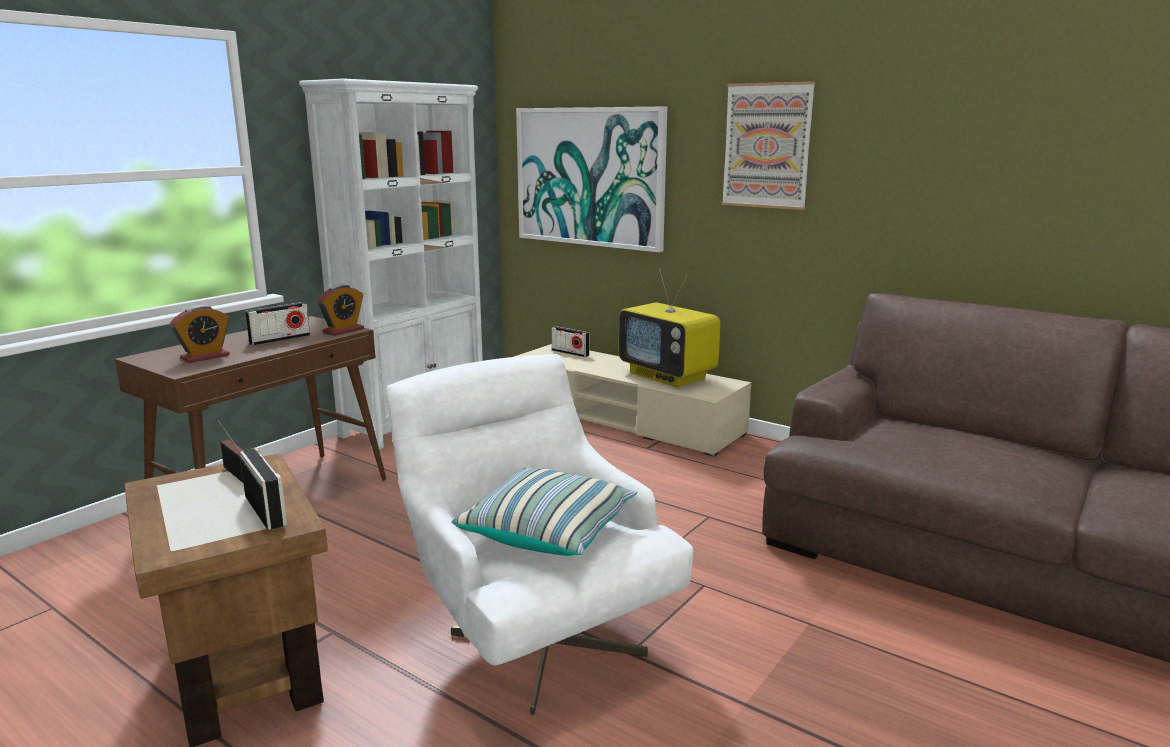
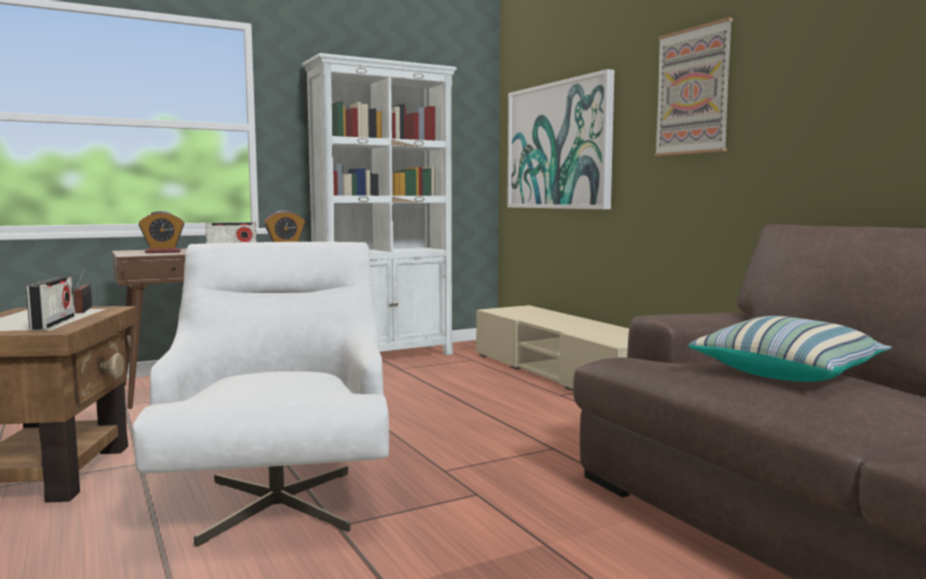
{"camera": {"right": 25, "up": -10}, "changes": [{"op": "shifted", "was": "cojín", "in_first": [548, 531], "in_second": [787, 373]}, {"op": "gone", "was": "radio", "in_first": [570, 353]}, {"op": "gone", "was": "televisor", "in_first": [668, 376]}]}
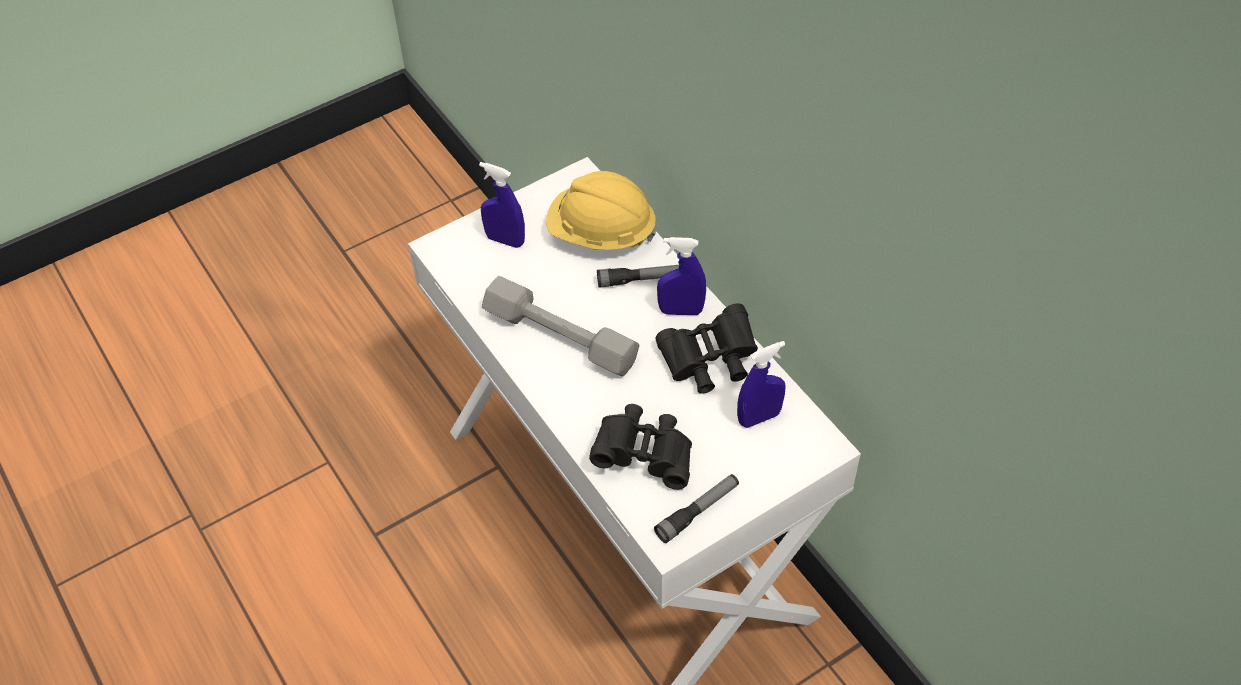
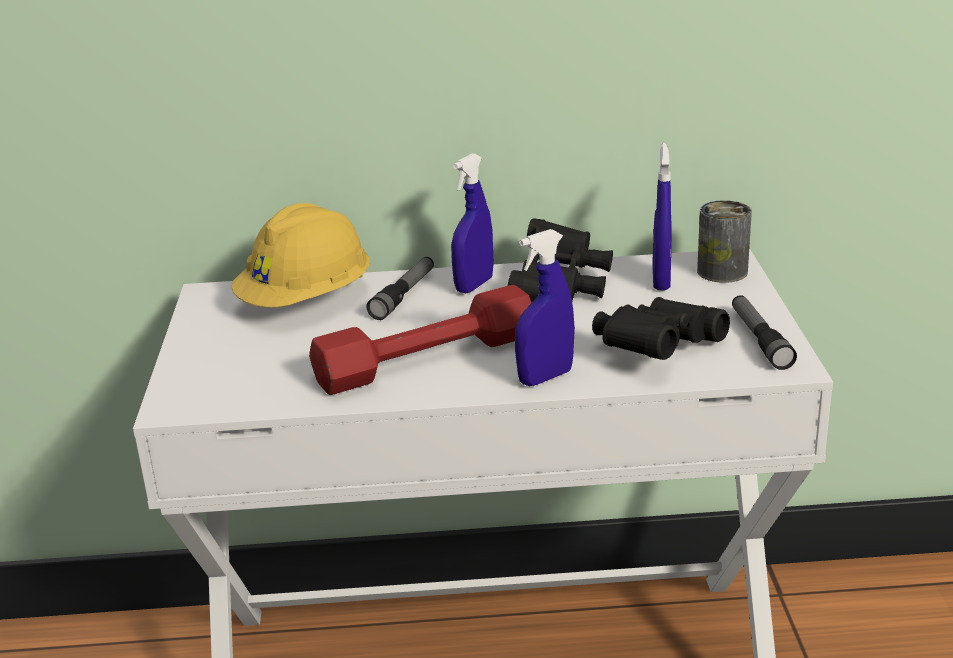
{"camera": {"right": -60, "up": -25}, "changes": [{"op": "repainted", "was": "mancuerna (gris)", "now": "mancuerna (rojo)", "in_first": [561, 336], "in_second": [426, 359]}, {"op": "shifted", "was": "pulverizador (azul)", "in_first": [505, 240], "in_second": [545, 377]}, {"op": "new", "now": "lata", "in_second": [722, 271]}]}
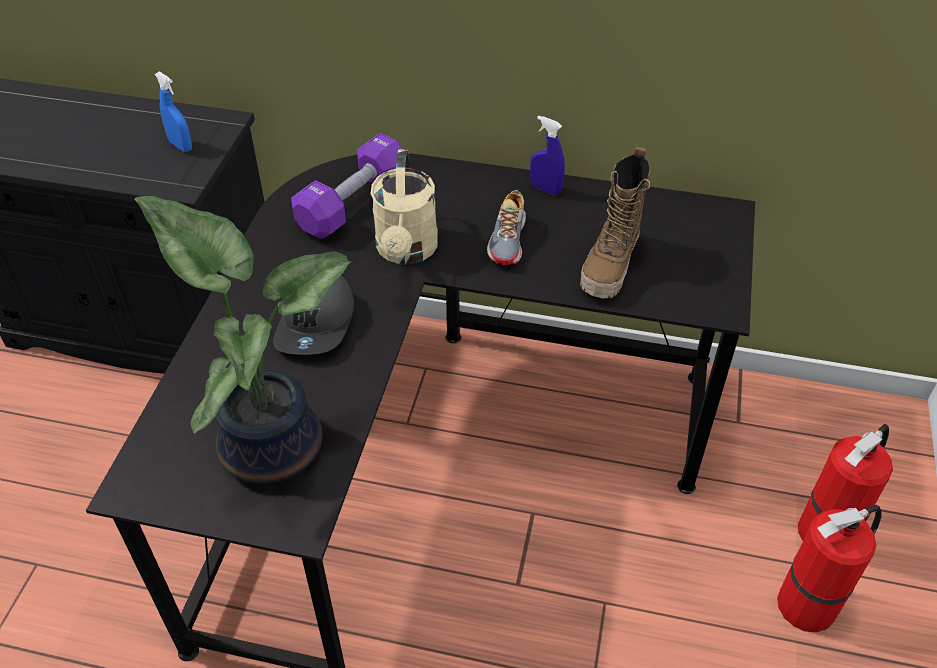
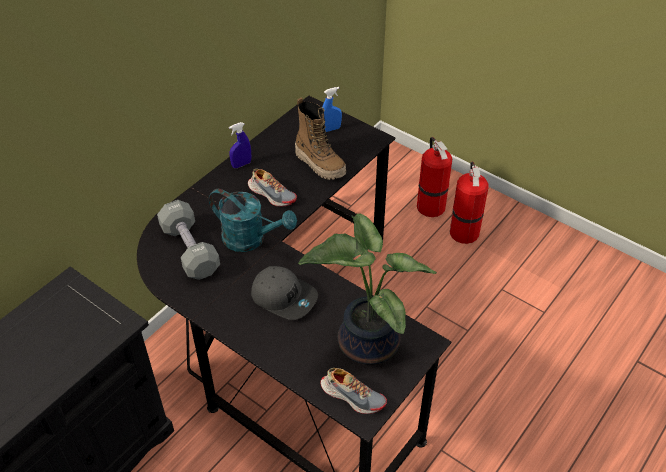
{"camera": {"right": -65, "up": 0}, "changes": [{"op": "repainted", "was": "mancuerna (morado)", "now": "mancuerna (gris)", "in_first": [353, 204], "in_second": [190, 250]}, {"op": "repainted", "was": "regadera (beis)", "now": "regadera (turquesa)", "in_first": [406, 251], "in_second": [251, 239]}, {"op": "new", "now": "zapato", "in_second": [352, 395]}, {"op": "shifted", "was": "pulverizador (azul)", "in_first": [181, 146], "in_second": [331, 129]}]}
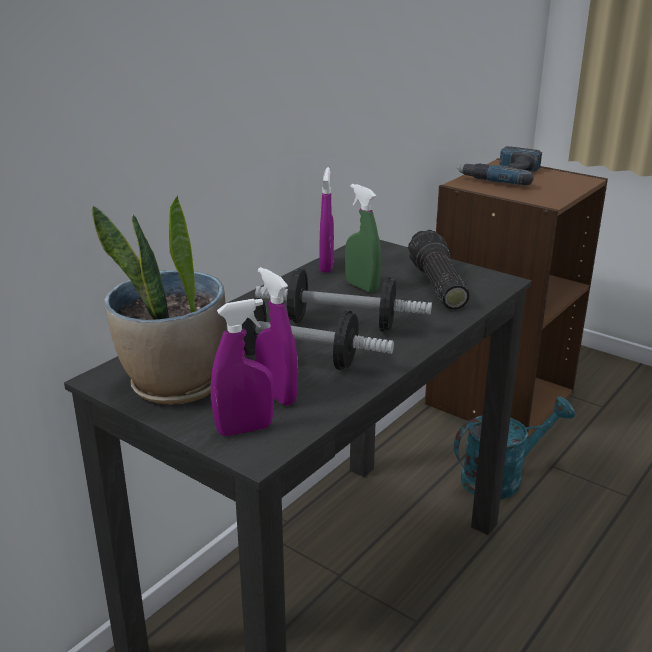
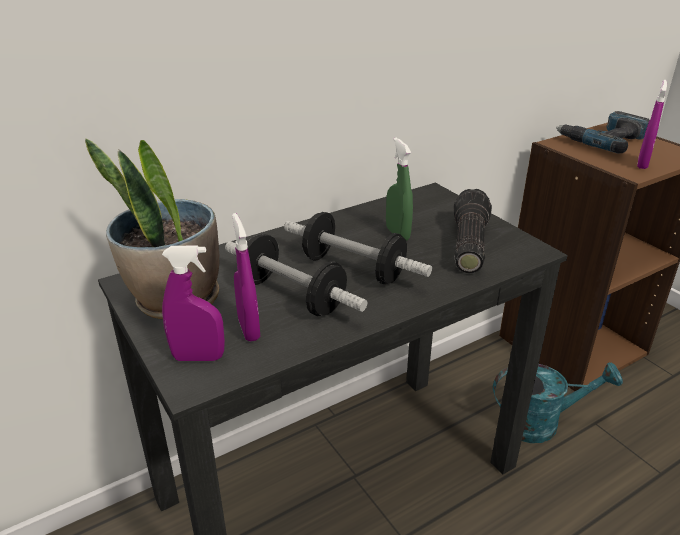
{"camera": {"right": 20, "up": 5}, "changes": [{"op": "shifted", "was": "pulverizador (morado)", "in_first": [326, 266], "in_second": [642, 164]}]}
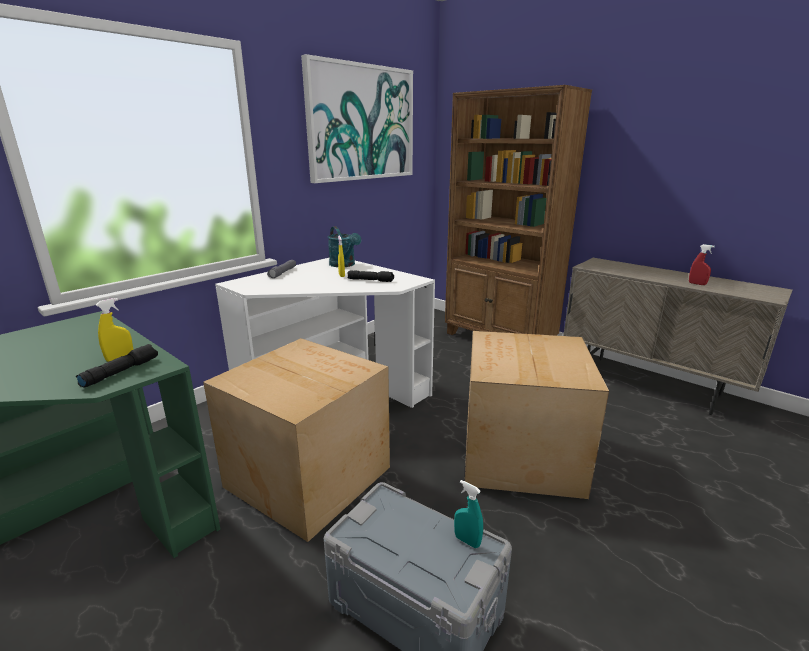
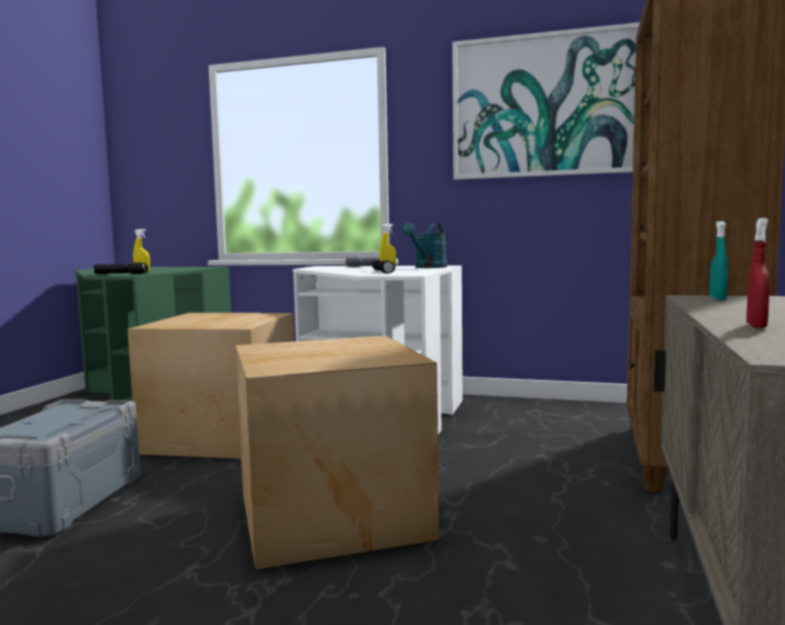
{"camera": {"right": 65, "up": -15}, "changes": [{"op": "shifted", "was": "pulverizador (turquesa)", "in_first": [467, 541], "in_second": [717, 298]}]}
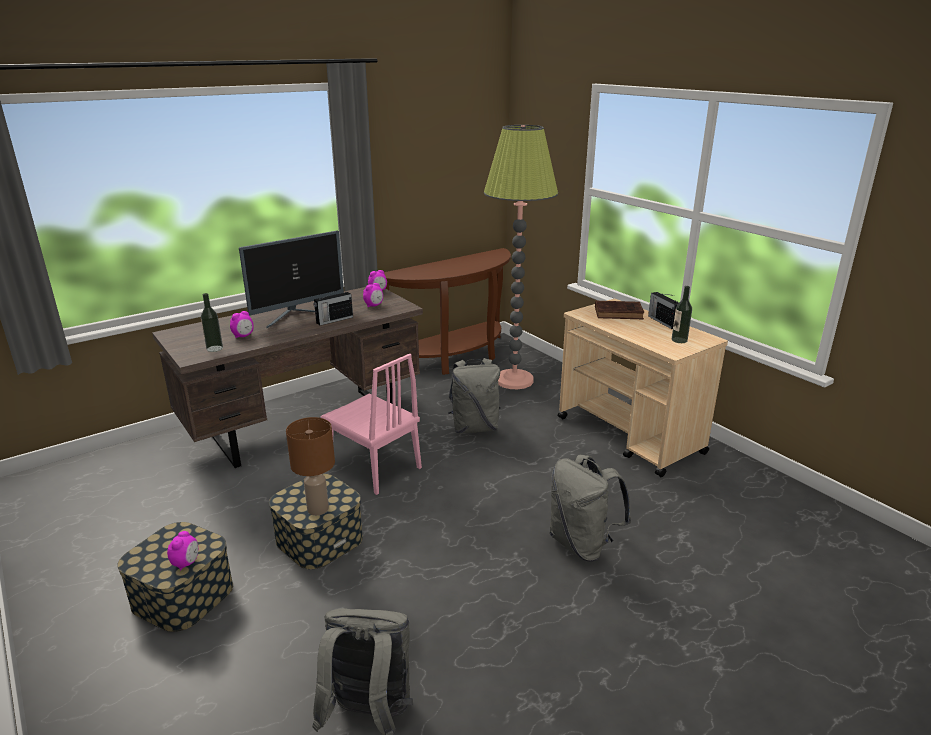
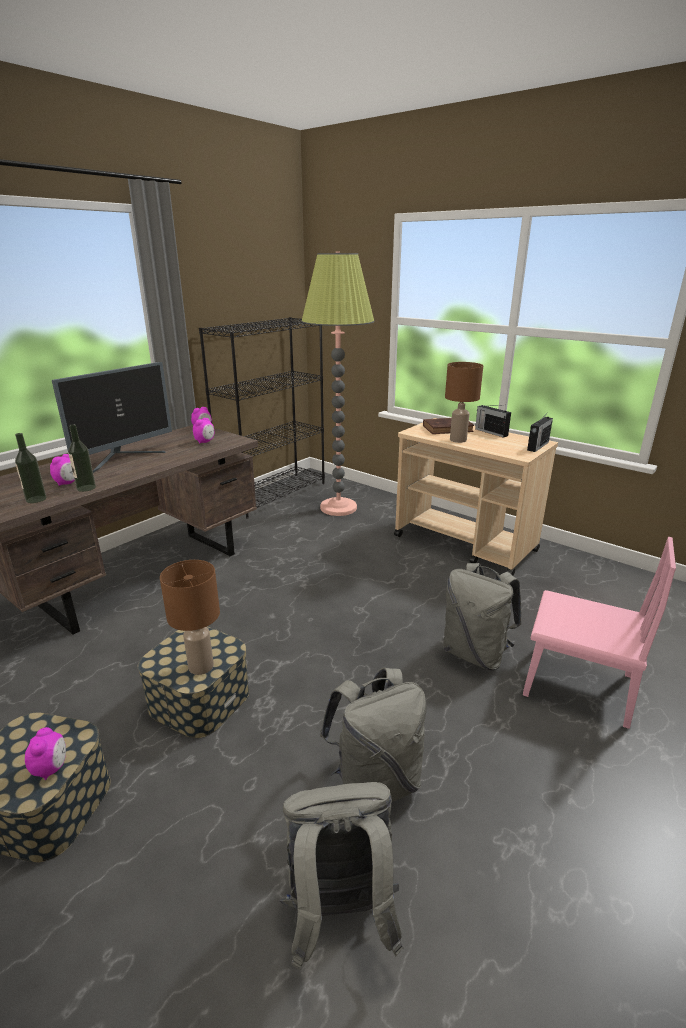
{"camera": {"right": -15, "up": 0}, "changes": [{"op": "shifted", "was": "botella", "in_first": [679, 340], "in_second": [86, 488]}, {"op": "swapped", "was": "mesa consola (marrón)", "now": "estantería (negro)", "in_first": [455, 358], "in_second": [274, 494]}, {"op": "shifted", "was": "mochila (gris)", "in_first": [474, 427], "in_second": [375, 782]}, {"op": "new", "now": "lámpara de mesa (marrón)", "in_second": [458, 440]}, {"op": "shifted", "was": "silla (rosa)", "in_first": [374, 467], "in_second": [577, 685]}, {"op": "shifted", "was": "radio", "in_first": [334, 320], "in_second": [537, 446]}]}
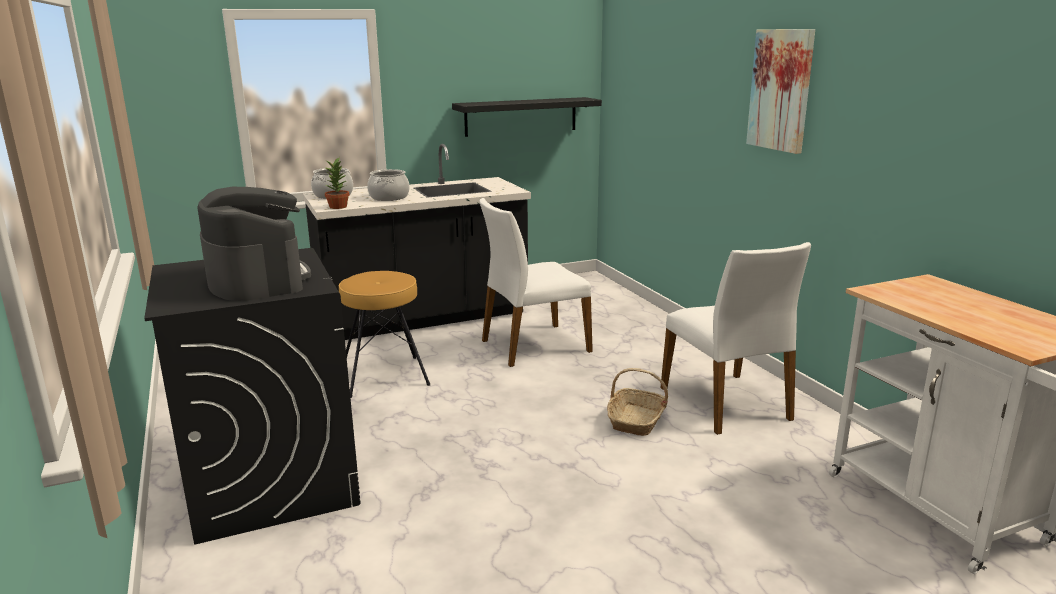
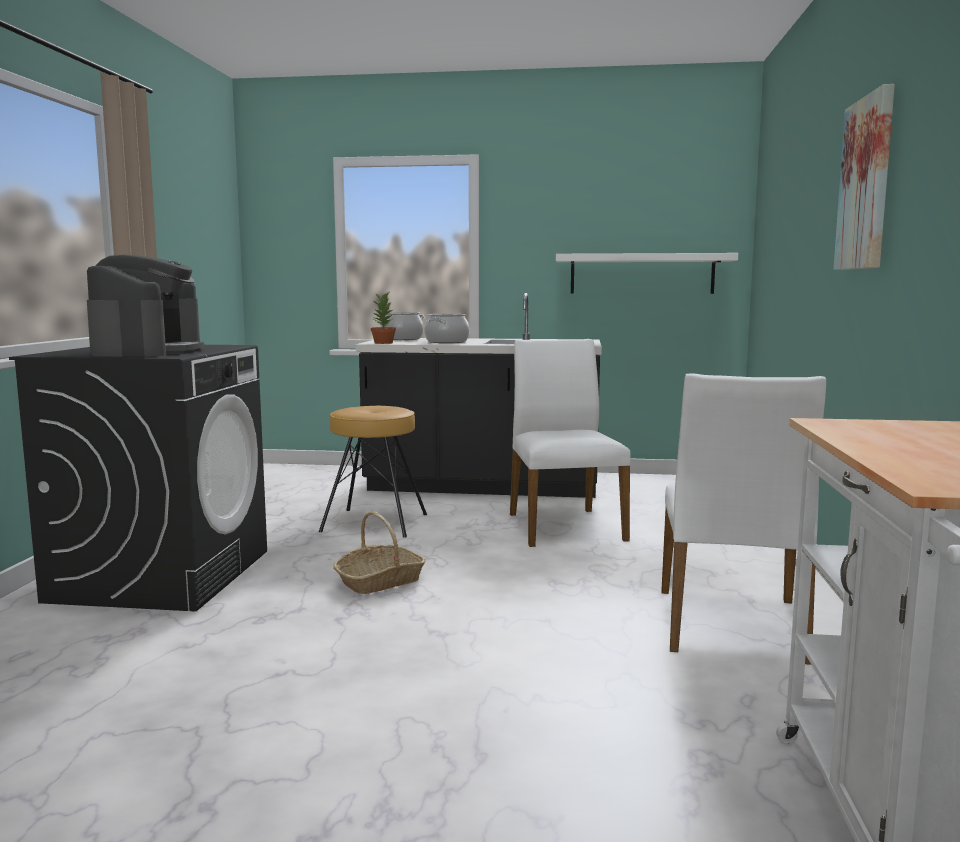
{"camera": {"right": 30, "up": -10}, "changes": [{"op": "shifted", "was": "cesta", "in_first": [636, 420], "in_second": [380, 581]}, {"op": "rotated", "was": "silla (blanco)", "in_first": [534, 345], "in_second": [563, 526], "clockwise": 75}, {"op": "repainted", "was": "estante (negro)", "now": "estante (blanco)", "in_first": [521, 116], "in_second": [642, 274]}]}
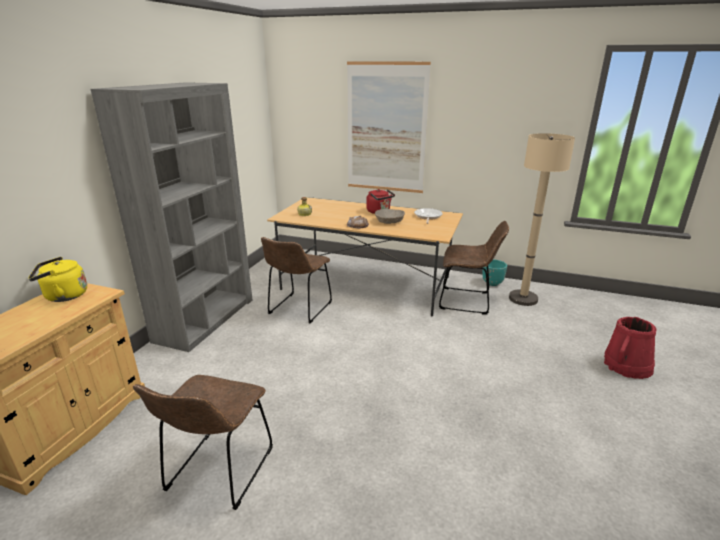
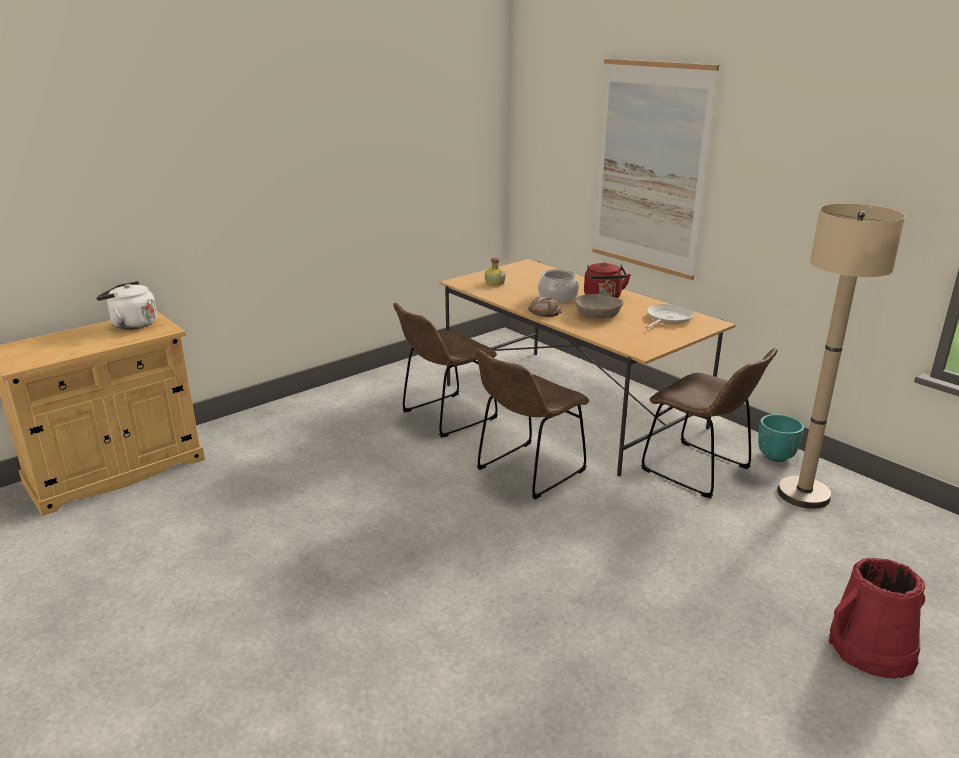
{"camera": {"right": 30, "up": 0}, "changes": [{"op": "repainted", "was": "hervidor (amarillo)", "now": "hervidor (blanco)", "in_first": [63, 296], "in_second": [132, 324]}, {"op": "shifted", "was": "silla (marrón)", "in_first": [218, 473], "in_second": [527, 472]}, {"op": "new", "now": "olla", "in_second": [557, 297]}, {"op": "gone", "was": "estantería (gris)", "in_first": [205, 319]}]}
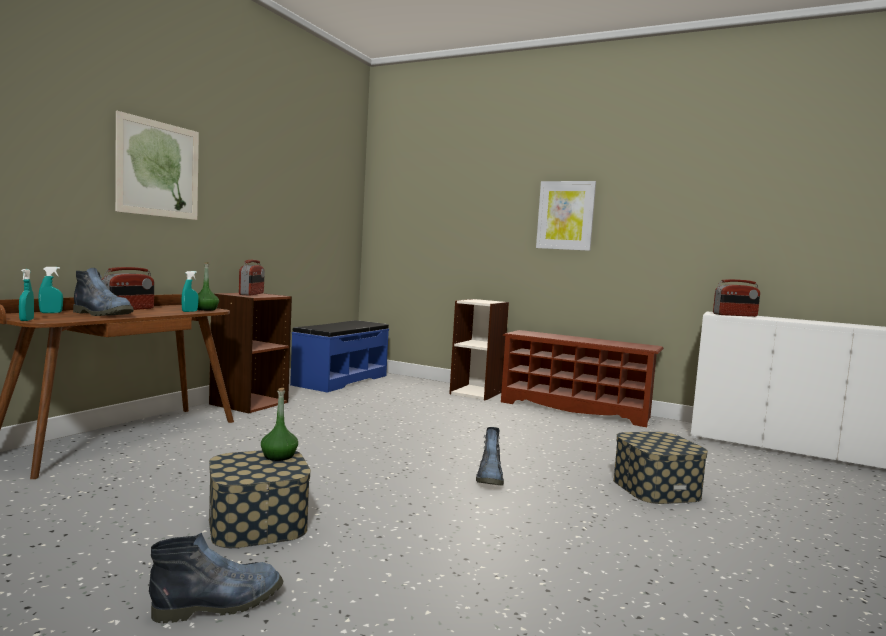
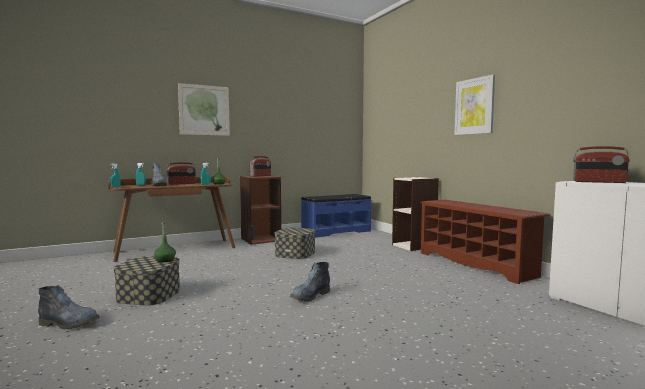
{"camera": {"right": 35, "up": 0}, "changes": [{"op": "shifted", "was": "caja de almacenaje", "in_first": [656, 488], "in_second": [295, 254]}]}
